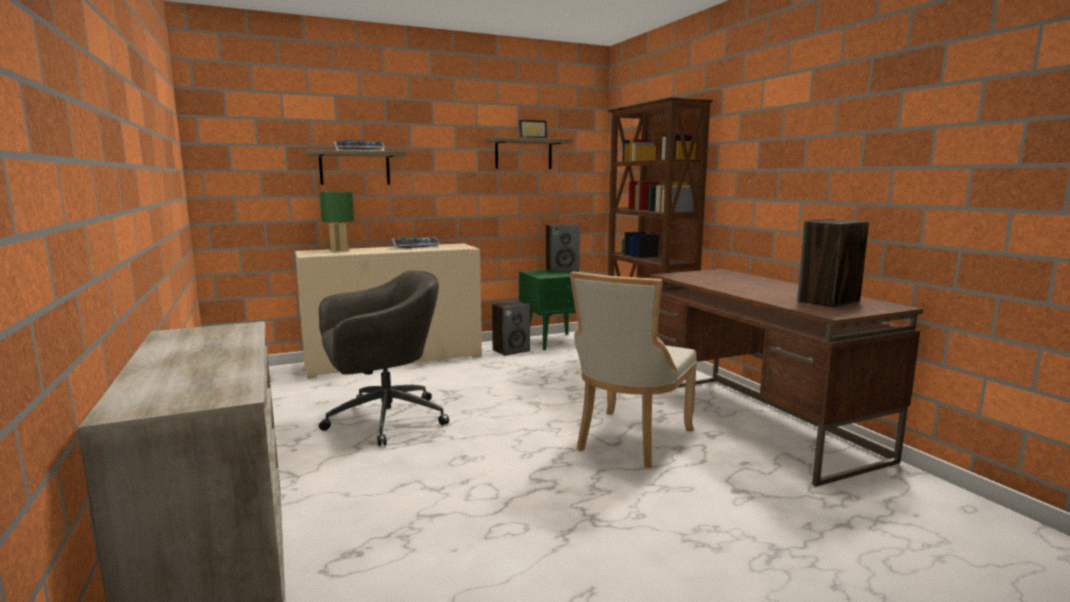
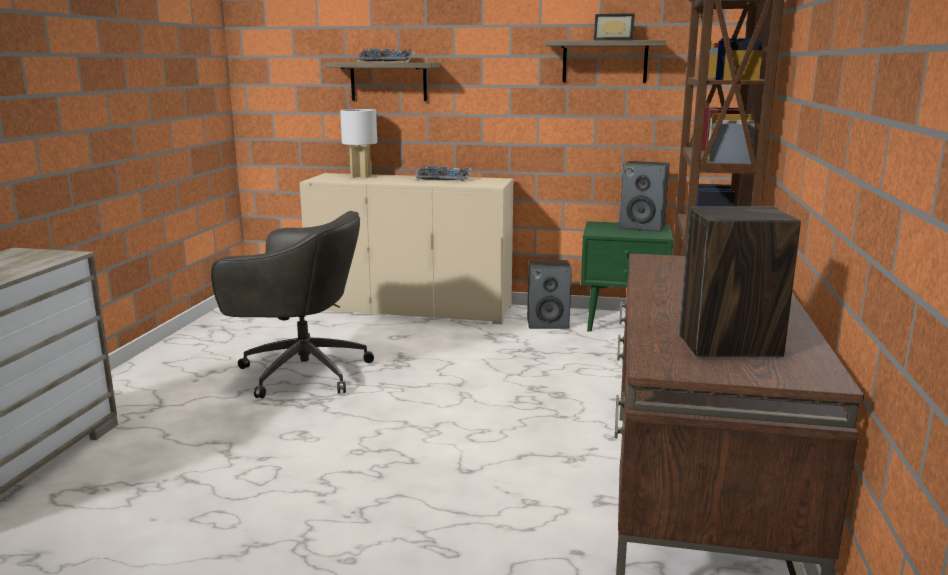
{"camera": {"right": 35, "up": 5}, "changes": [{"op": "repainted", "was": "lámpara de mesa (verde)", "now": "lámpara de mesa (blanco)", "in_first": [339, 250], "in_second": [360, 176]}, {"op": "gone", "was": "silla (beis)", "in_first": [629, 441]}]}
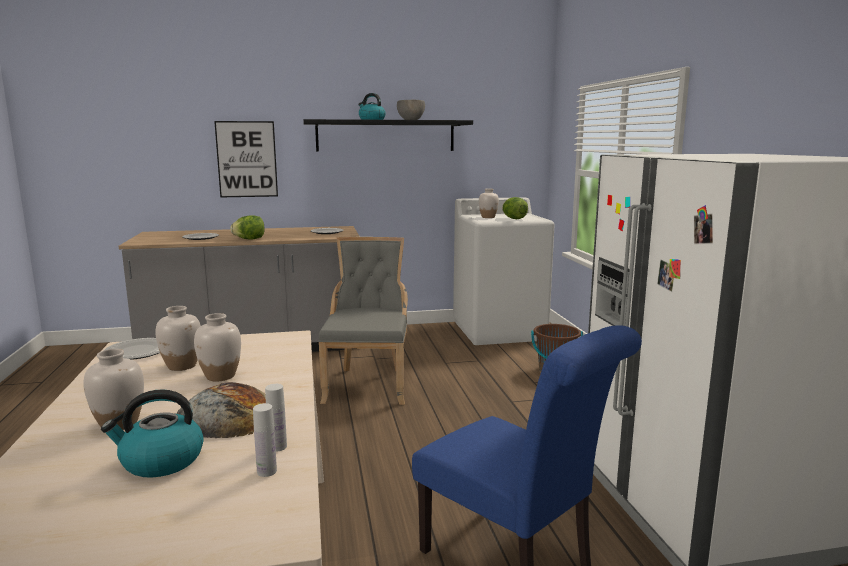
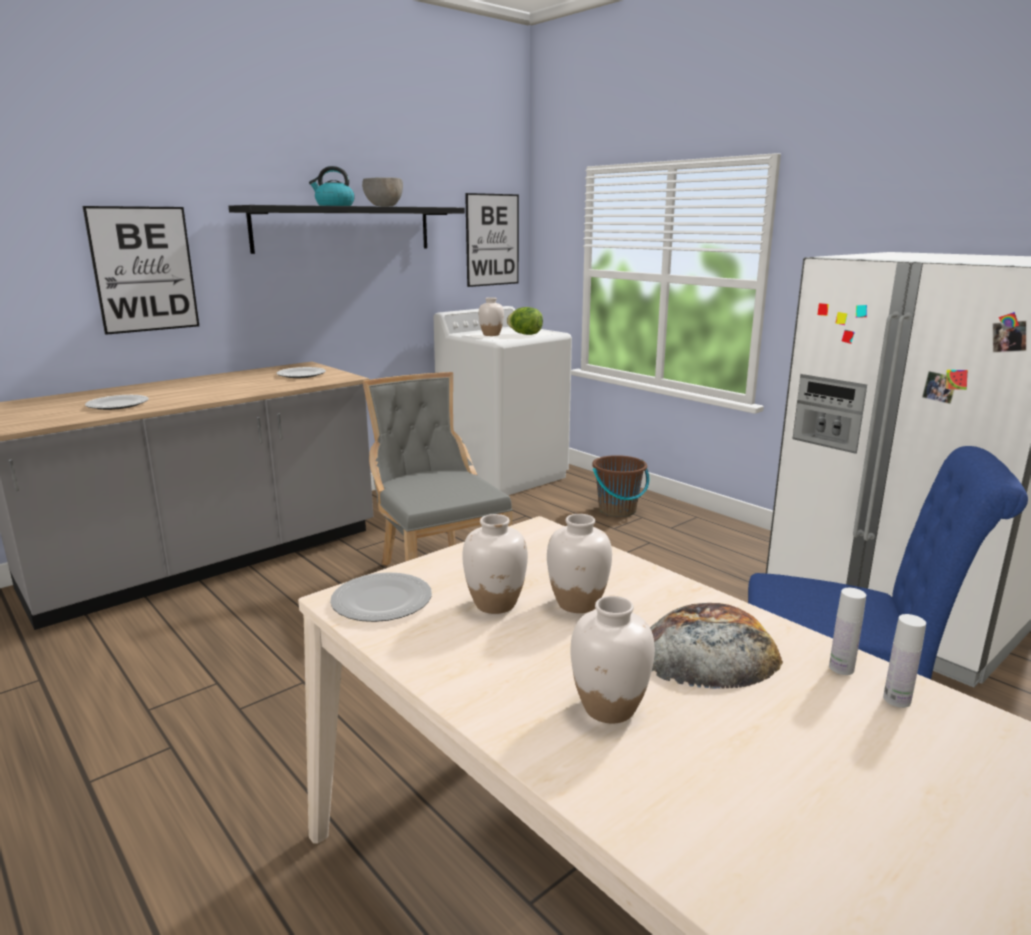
{"camera": {"right": -30, "up": 5}, "changes": [{"op": "new", "now": "cuadro", "in_second": [492, 240]}, {"op": "gone", "was": "hervidor", "in_first": [161, 461]}, {"op": "gone", "was": "lechuga", "in_first": [249, 239]}]}
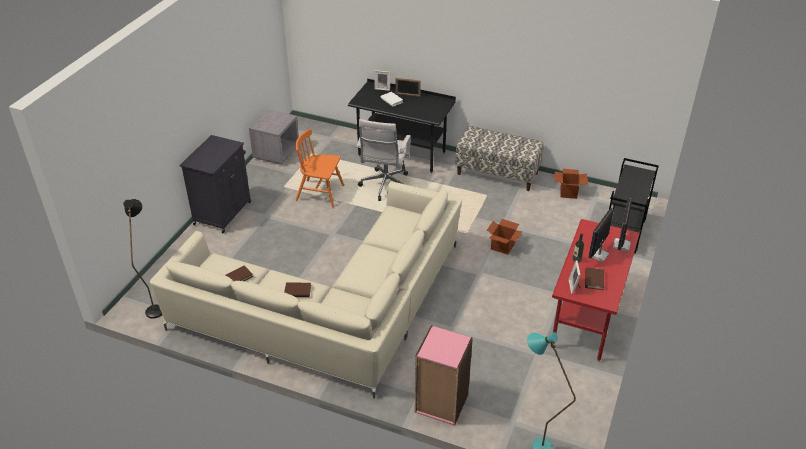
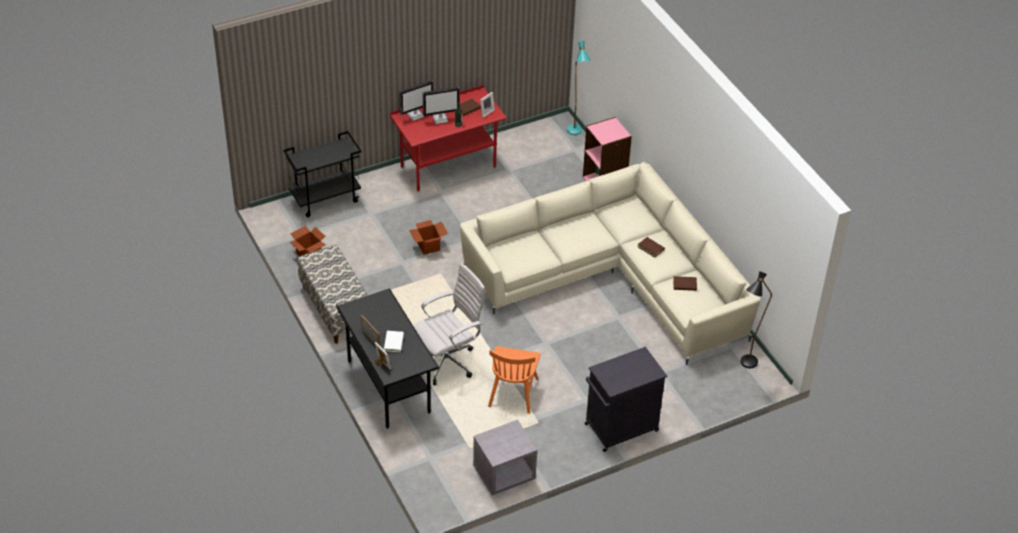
{"camera": {"right": -140, "up": 5}, "changes": [{"op": "rotated", "was": "silla (naranja)", "in_first": [320, 193], "in_second": [513, 392], "clockwise": 45}]}
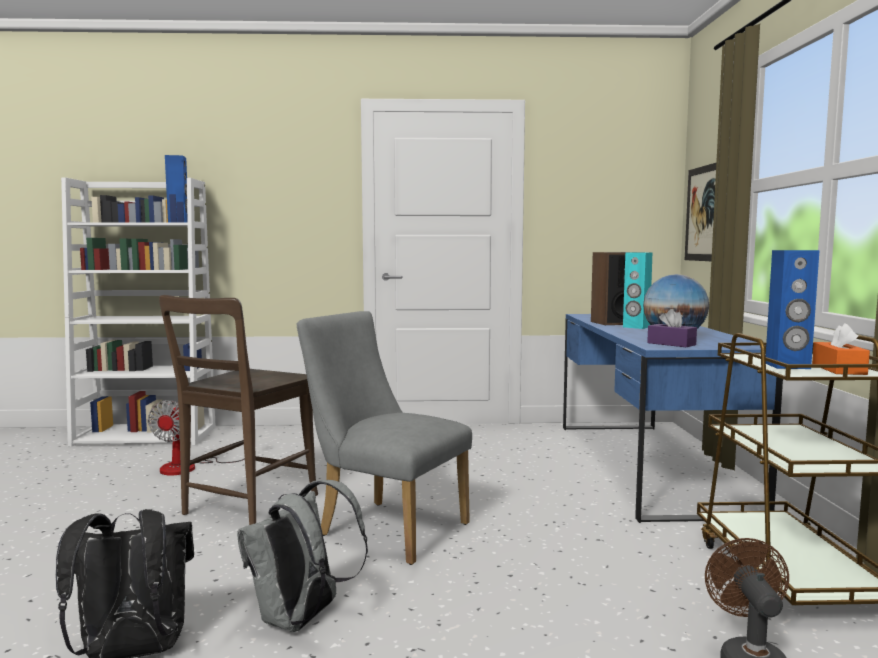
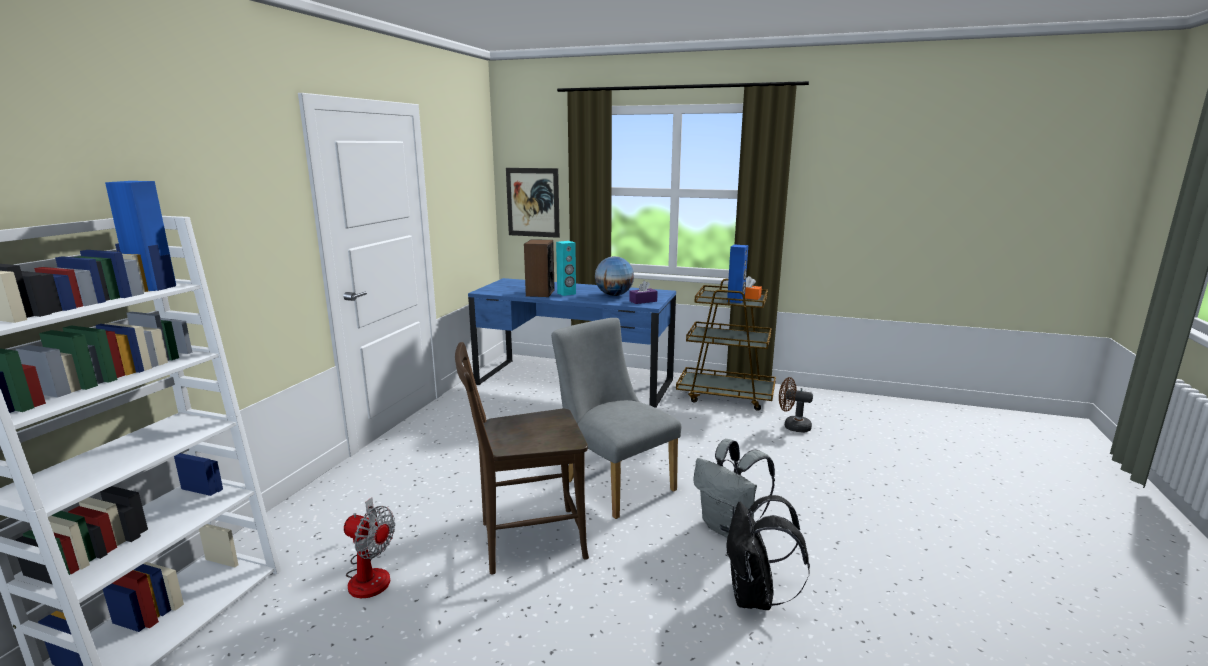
{"camera": {"right": -70, "up": 10}, "changes": [{"op": "rotated", "was": "silla (marrón)", "in_first": [246, 507], "in_second": [526, 541], "clockwise": 120}, {"op": "rotated", "was": "silla (gris)", "in_first": [384, 527], "in_second": [613, 483], "clockwise": 90}]}
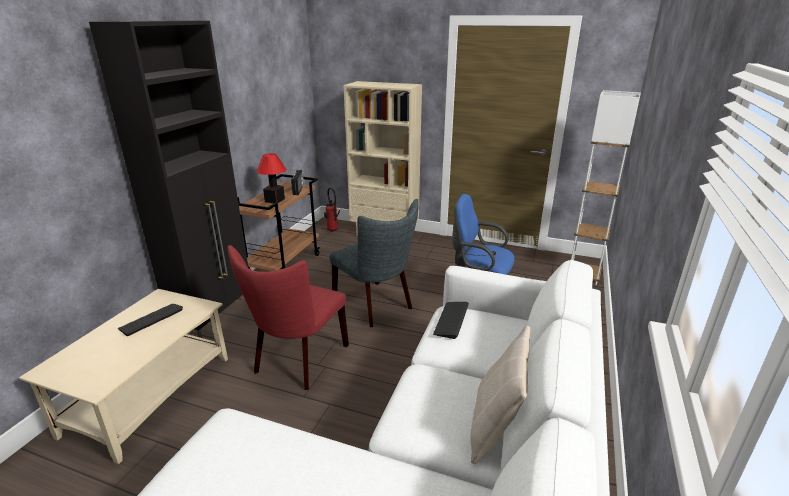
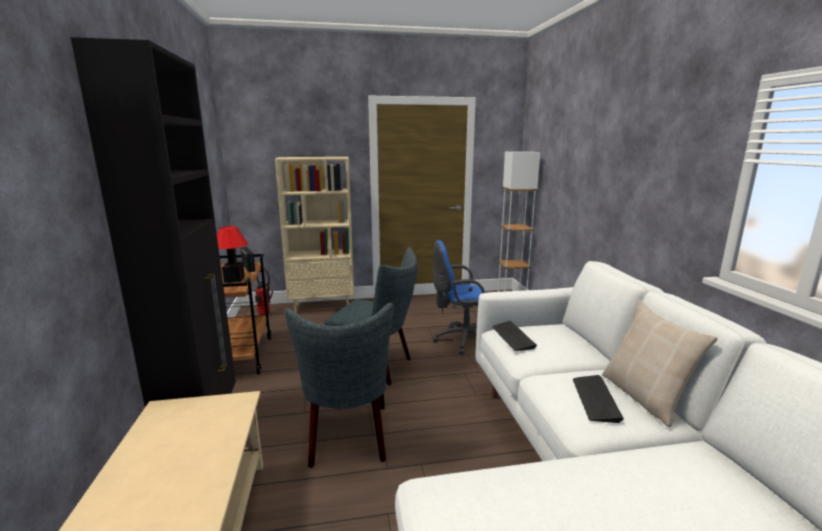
{"camera": {"right": -30, "up": -10}, "changes": [{"op": "repainted", "was": "silla (rojo)", "now": "silla (gris)", "in_first": [298, 361], "in_second": [348, 439]}, {"op": "shifted", "was": "teclado", "in_first": [151, 319], "in_second": [595, 399]}]}
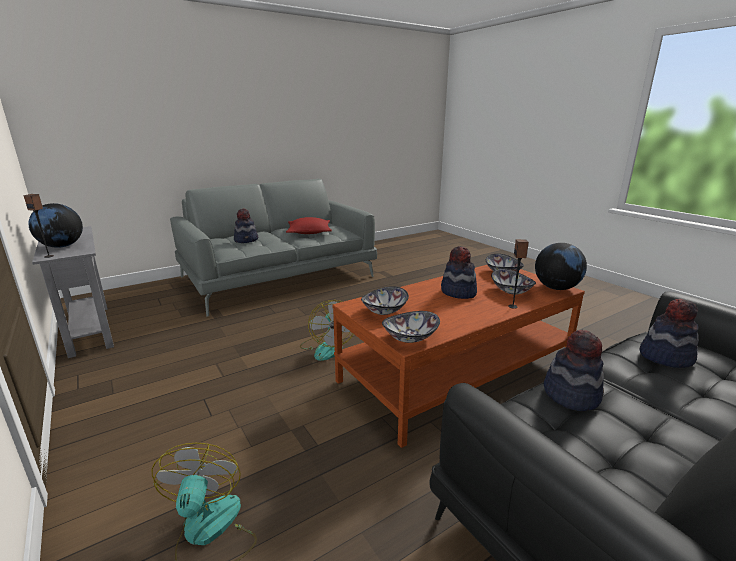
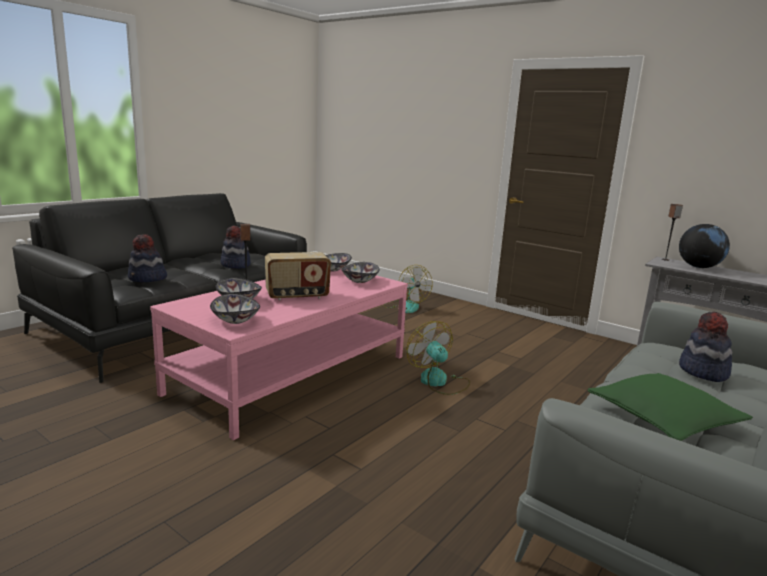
{"camera": {"right": 160, "up": -5}, "changes": [{"op": "repainted", "was": "mesa de centro (marrón)", "now": "mesa de centro (rosa)", "in_first": [455, 372], "in_second": [292, 374]}, {"op": "swapped", "was": "sombrero", "now": "radio", "in_first": [458, 292], "in_second": [297, 296]}, {"op": "repainted", "was": "cojín (rojo)", "now": "cojín (verde)", "in_first": [309, 232], "in_second": [663, 418]}, {"op": "gone", "was": "globo terráqueo", "in_first": [556, 288]}]}
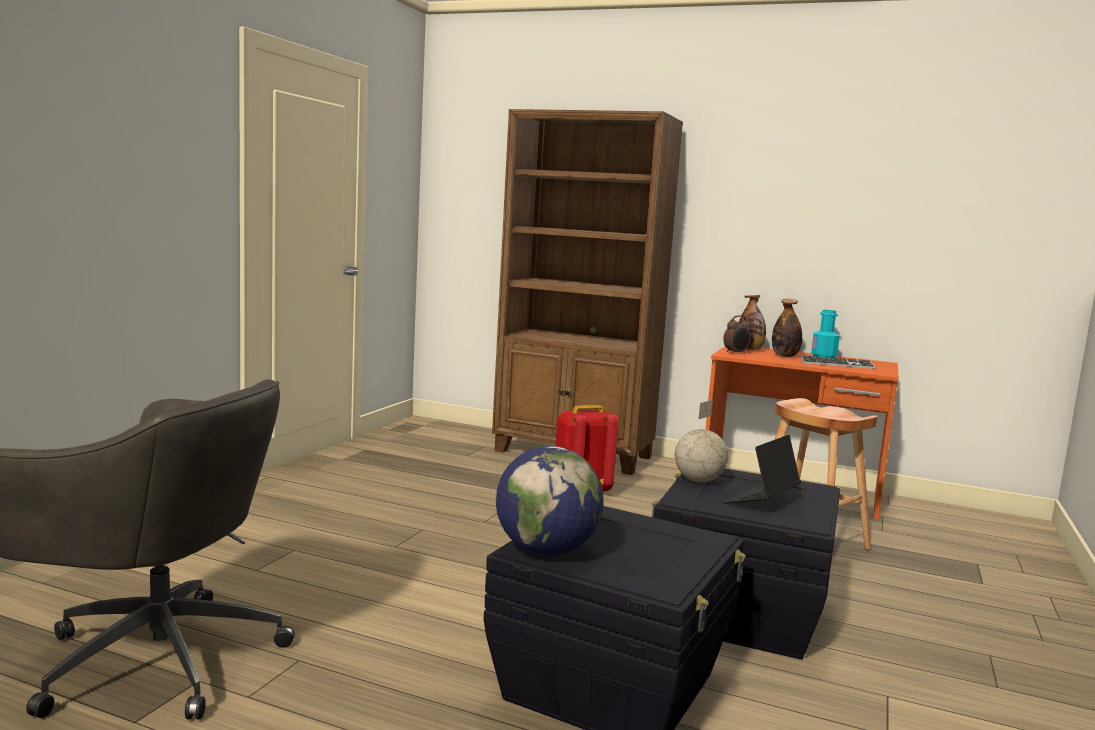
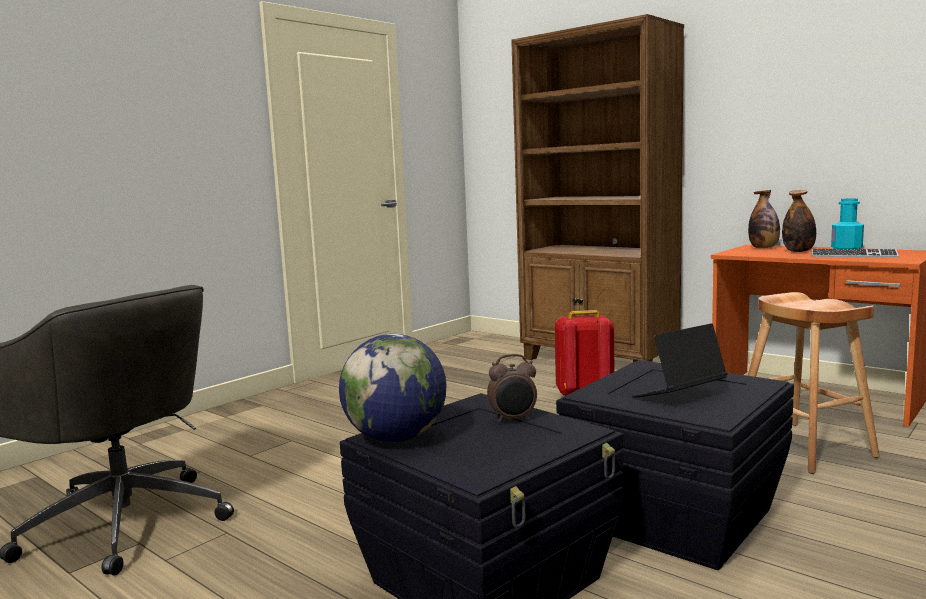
{"camera": {"right": 20, "up": 0}, "changes": [{"op": "shifted", "was": "despertador", "in_first": [736, 353], "in_second": [513, 419]}, {"op": "gone", "was": "globo terráqueo", "in_first": [699, 481]}]}
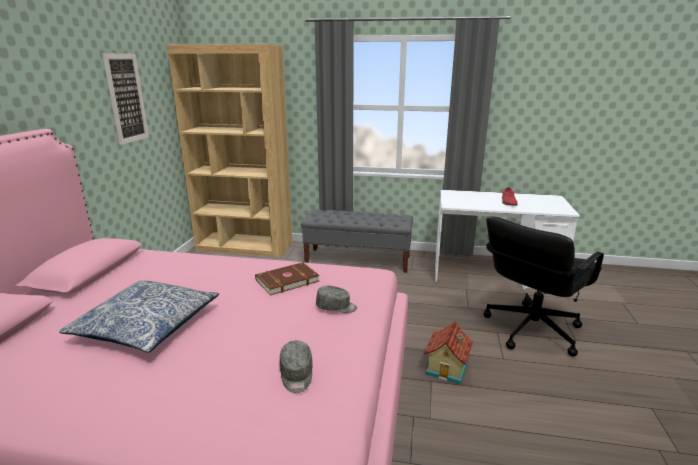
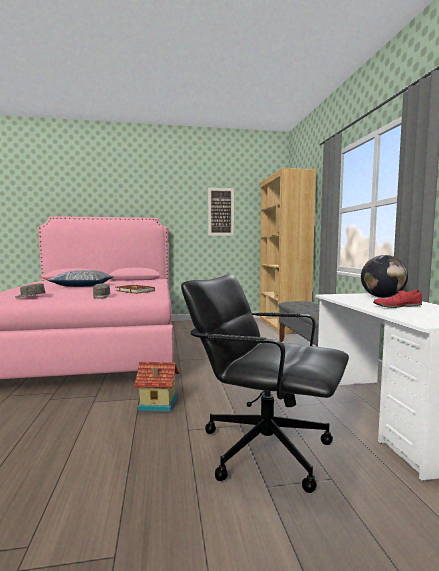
{"camera": {"right": 70, "up": -15}, "changes": [{"op": "new", "now": "globo terráqueo", "in_second": [382, 297]}]}
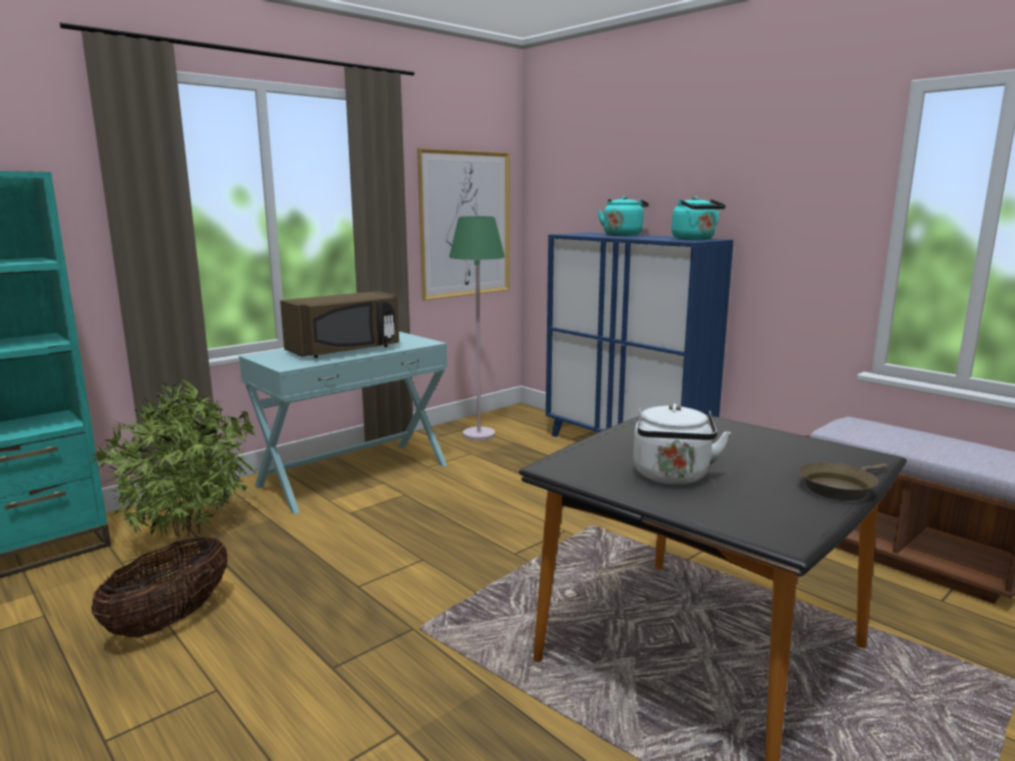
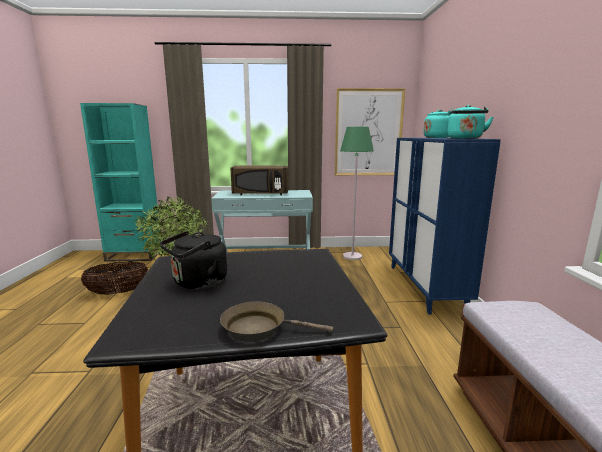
{"camera": {"right": 40, "up": 0}, "changes": [{"op": "repainted", "was": "hervidor (blanco)", "now": "hervidor (negro)", "in_first": [672, 477], "in_second": [197, 283]}]}
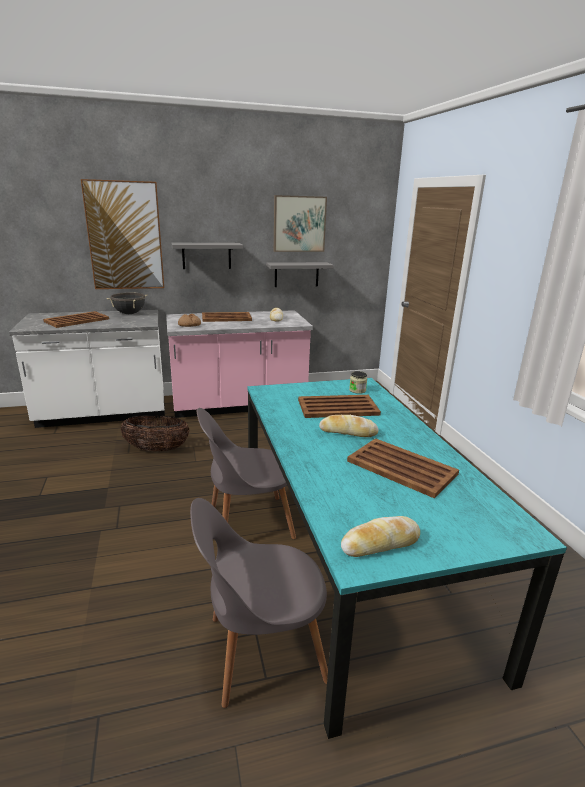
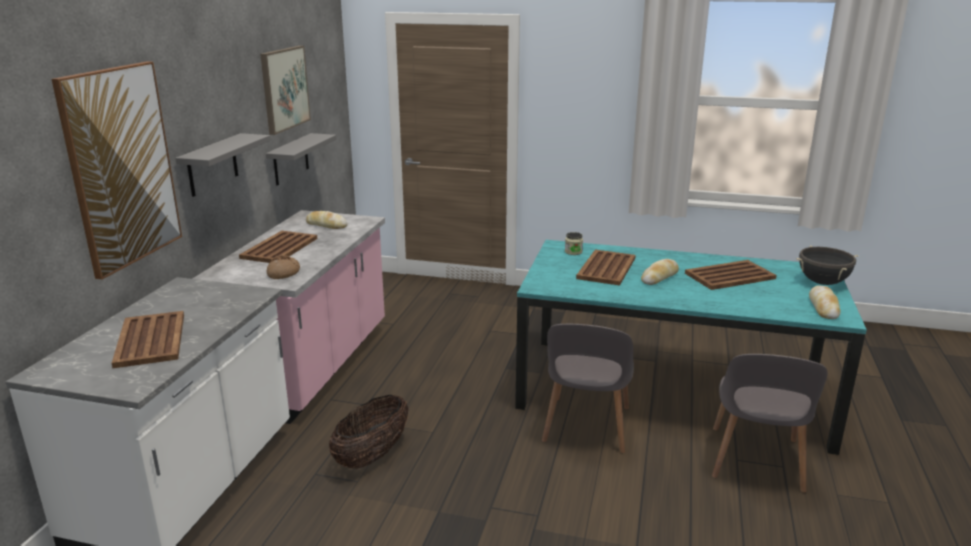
{"camera": {"right": -60, "up": 0}, "changes": [{"op": "shifted", "was": "olla (negro)", "in_first": [129, 314], "in_second": [822, 282]}]}
